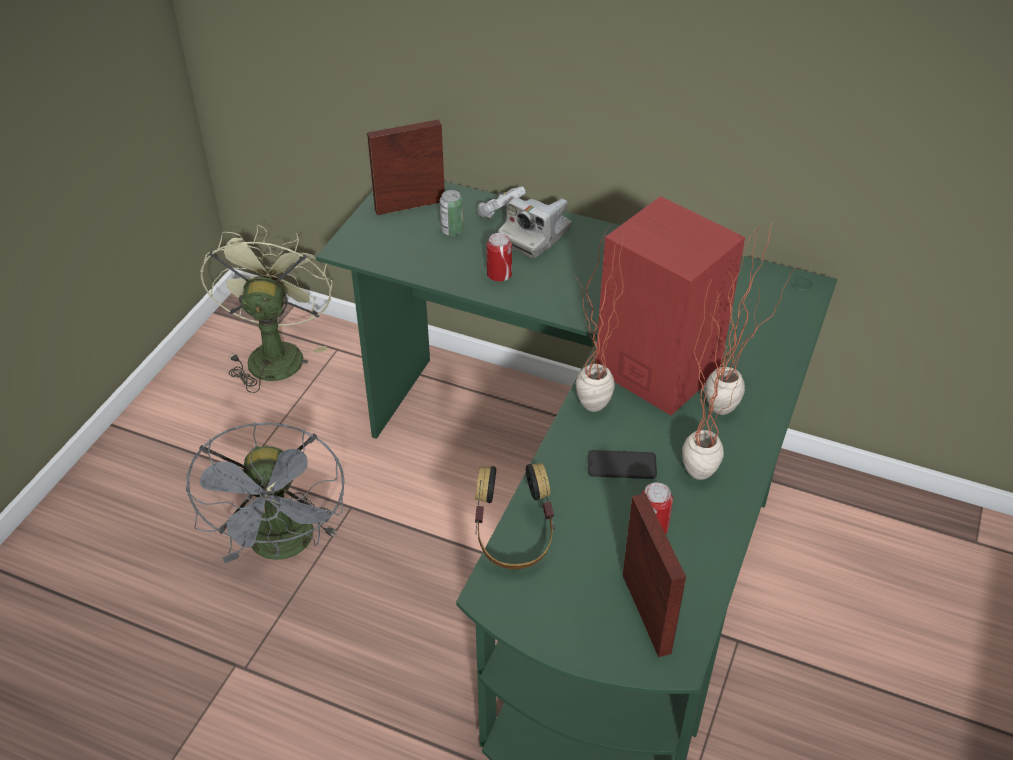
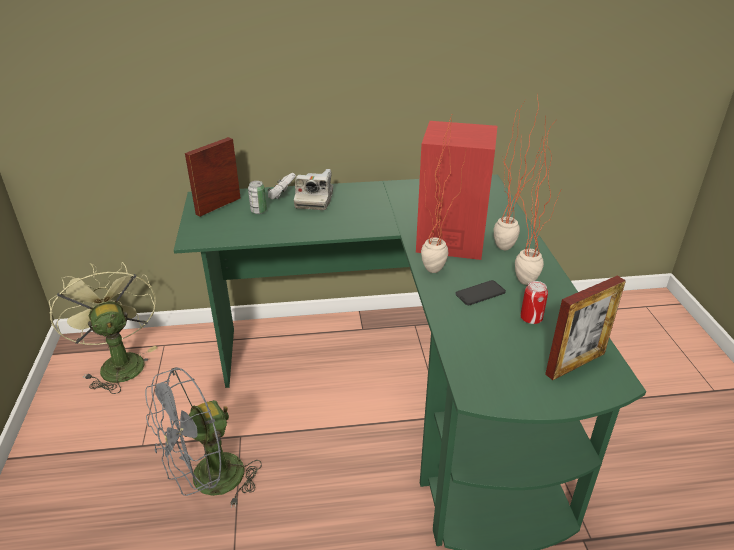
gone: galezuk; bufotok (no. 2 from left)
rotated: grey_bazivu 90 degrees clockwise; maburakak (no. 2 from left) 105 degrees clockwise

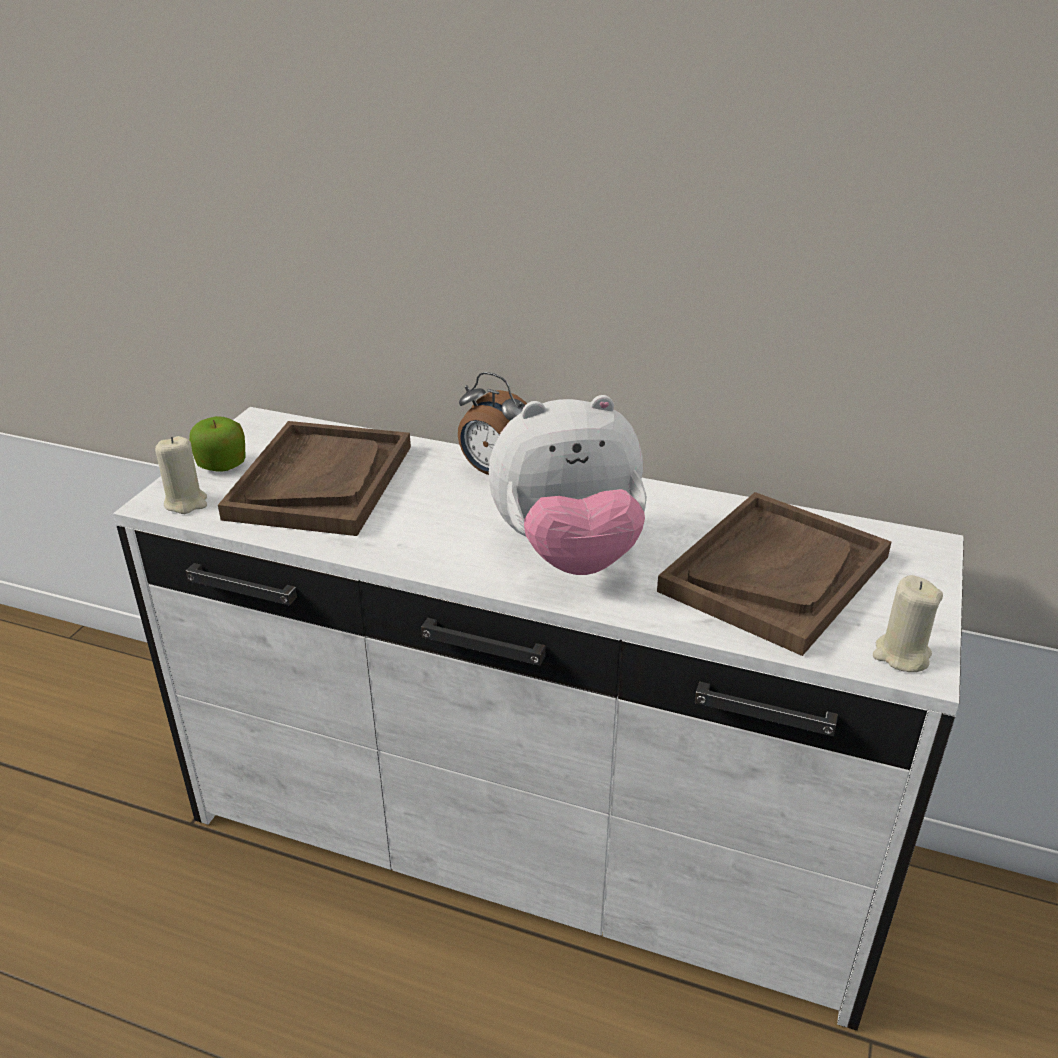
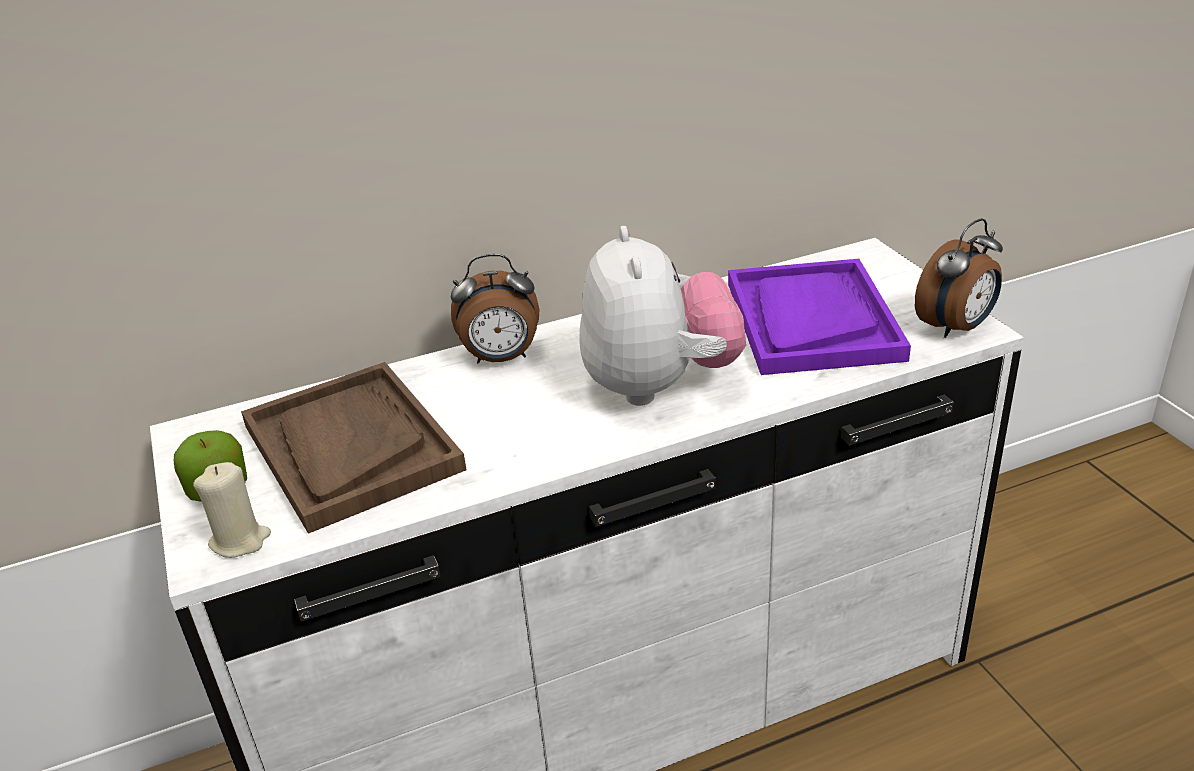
swapped: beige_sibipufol (no. 2 from left) to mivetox (no. 2 from left)
repainted: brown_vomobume (no. 2 from left) to purple_vomobume
rotated: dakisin 45 degrees counterclockwise

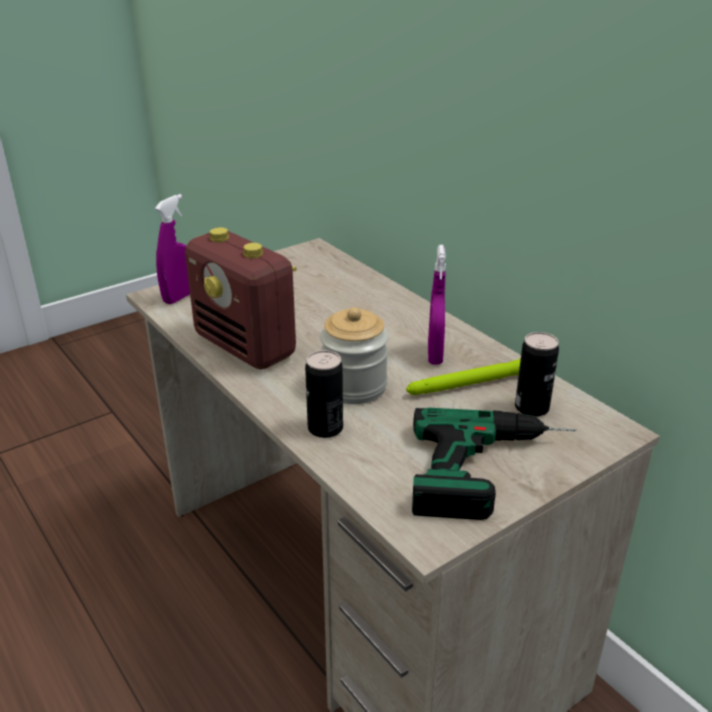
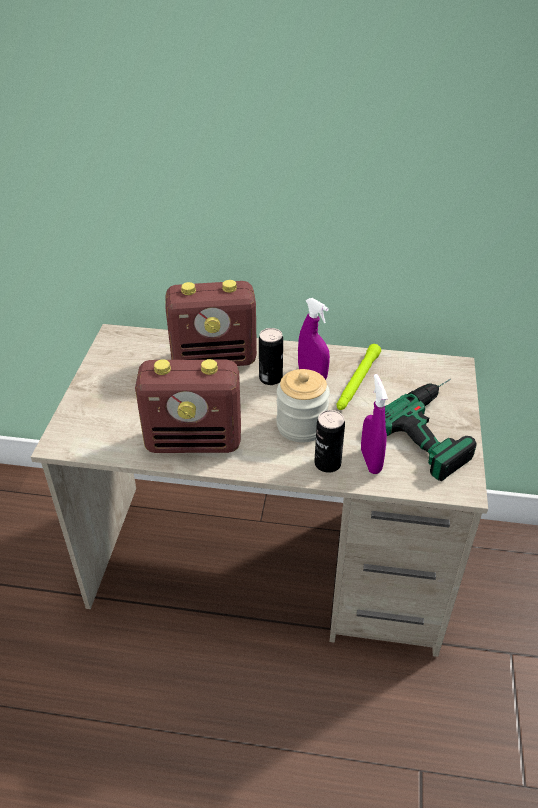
new: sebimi (no. 2 from left)
shifted: bufotok (no. 2 from left in the first image) to bufotok (no. 1 from left); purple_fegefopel (no. 1 from left in the first image) to purple_fegefopel (no. 2 from left)

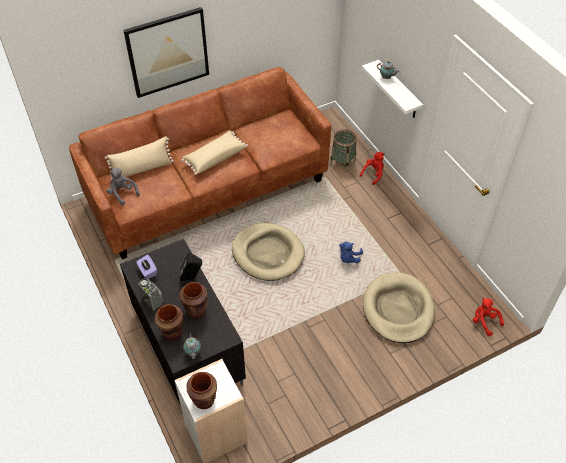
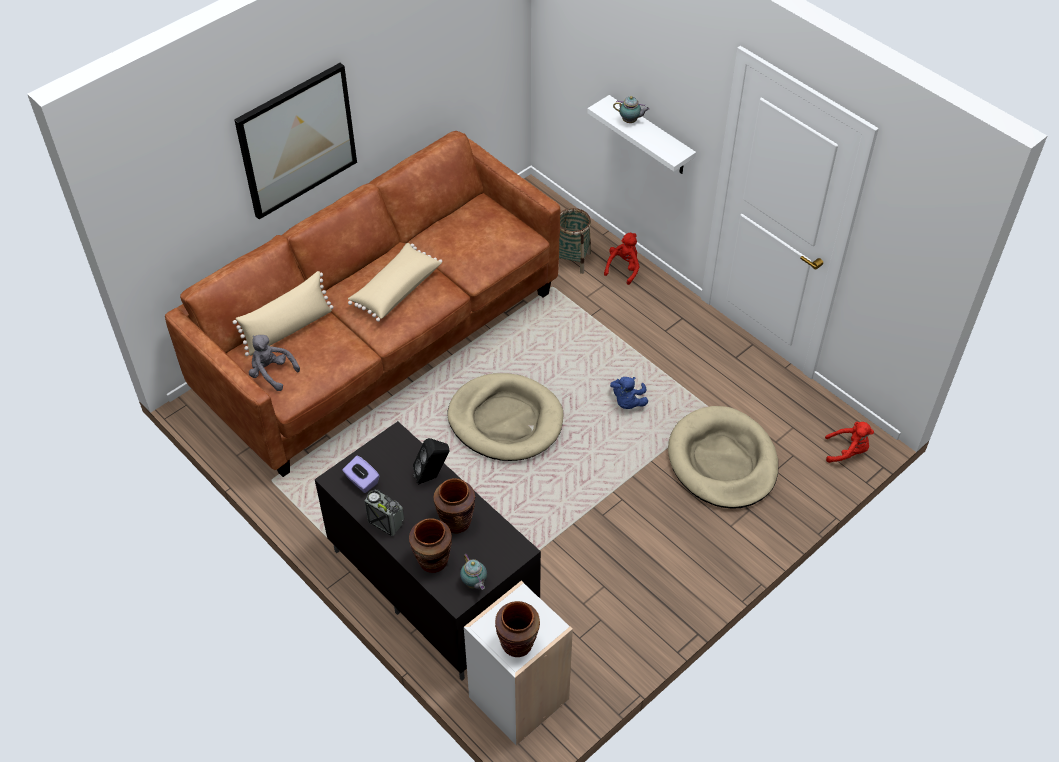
rotated: red_dakisin (no. 2 from left) 150 degrees clockwise

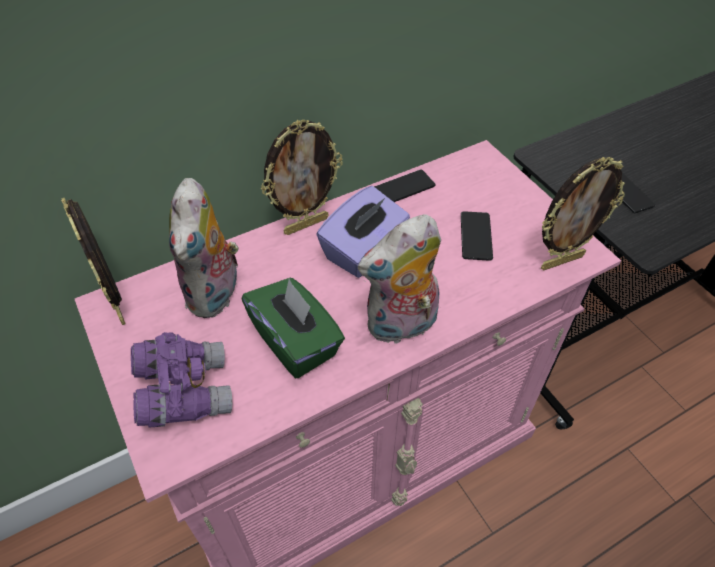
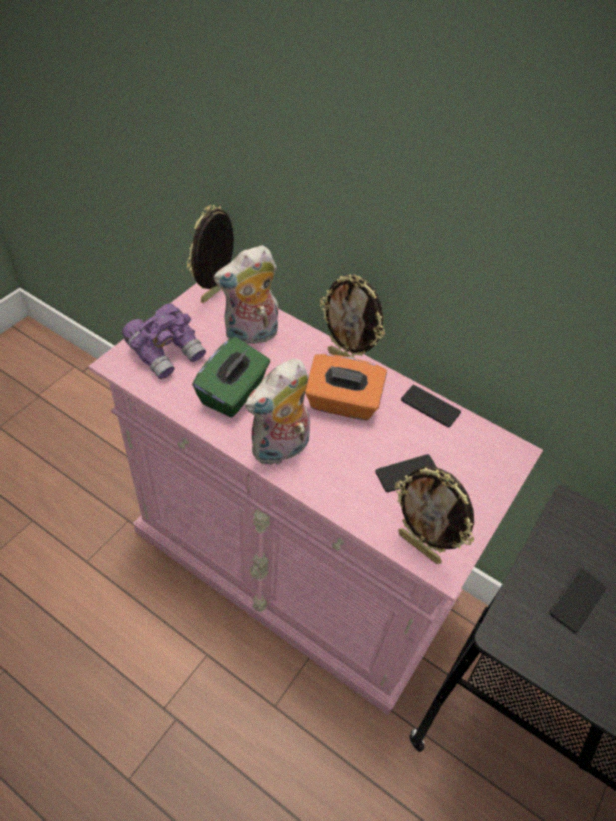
repainted: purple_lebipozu to orange_lebipozu
rotated: dakisin (no. 2 from left) 75 degrees counterclockwise

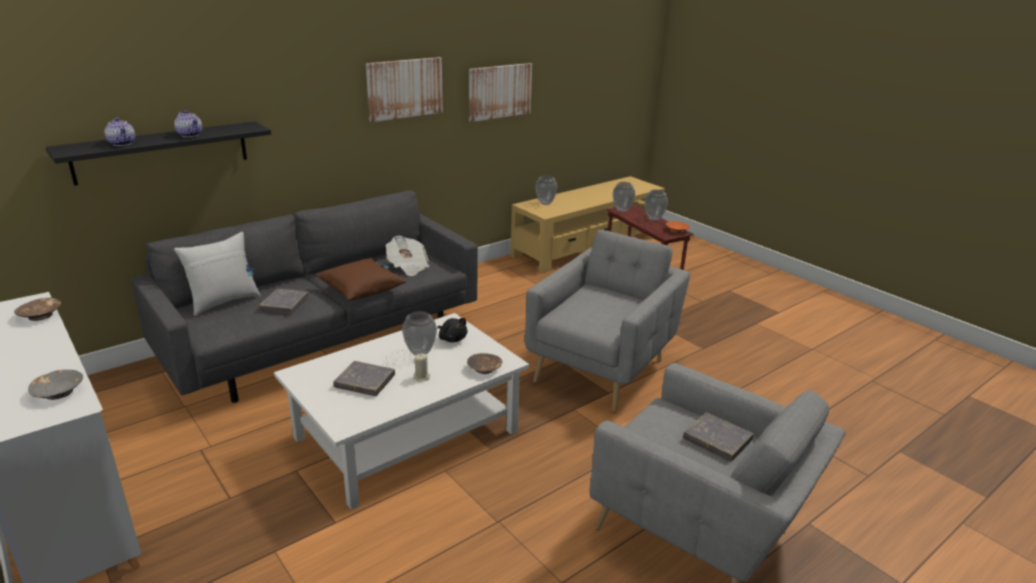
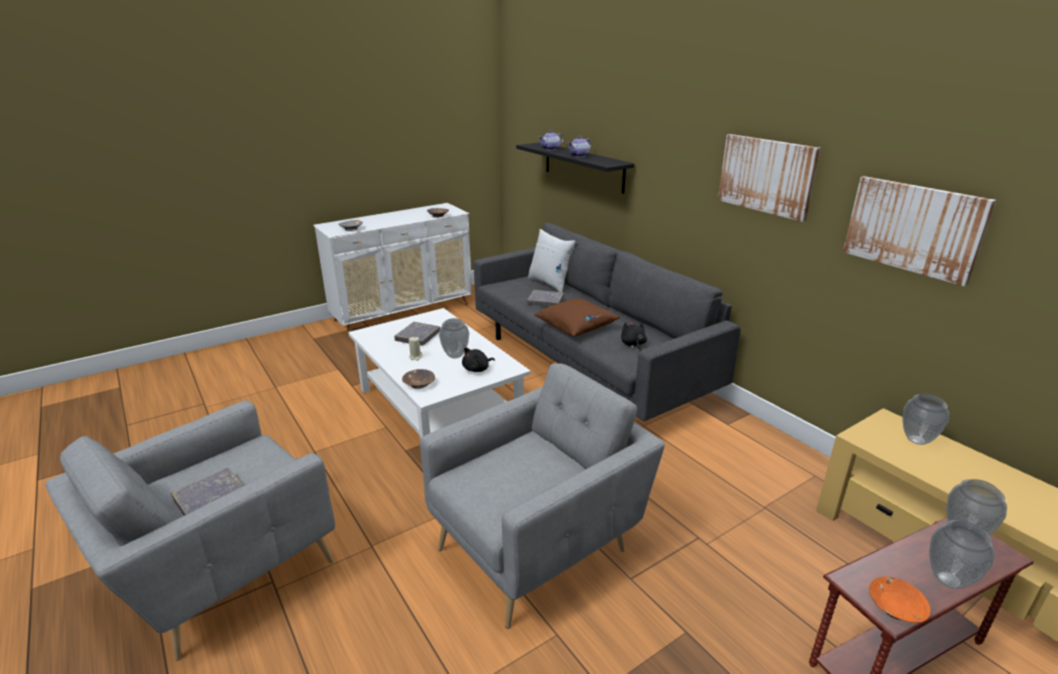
swapped: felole to black_dakisin (no. 2 from left)
rotated: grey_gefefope (no. 1 from left in the first image) 75 degrees counterclockwise

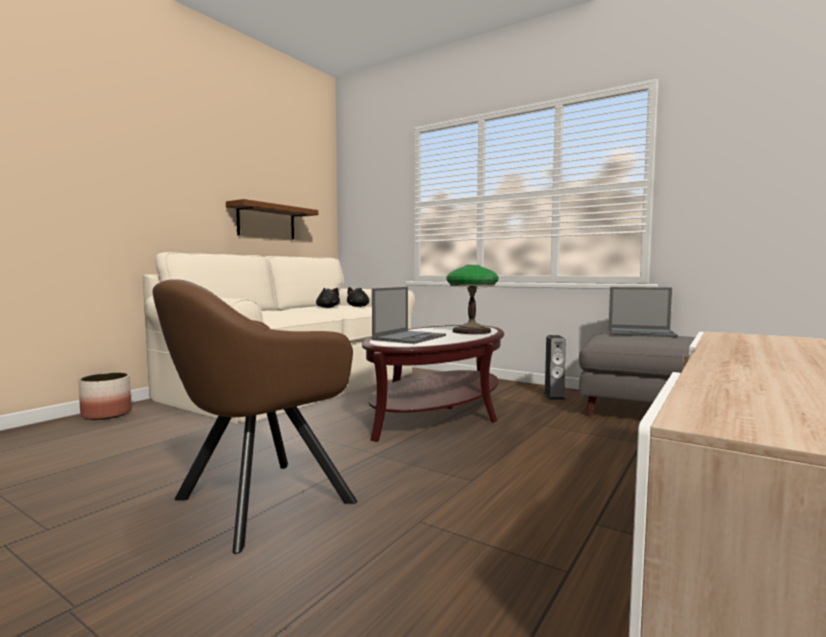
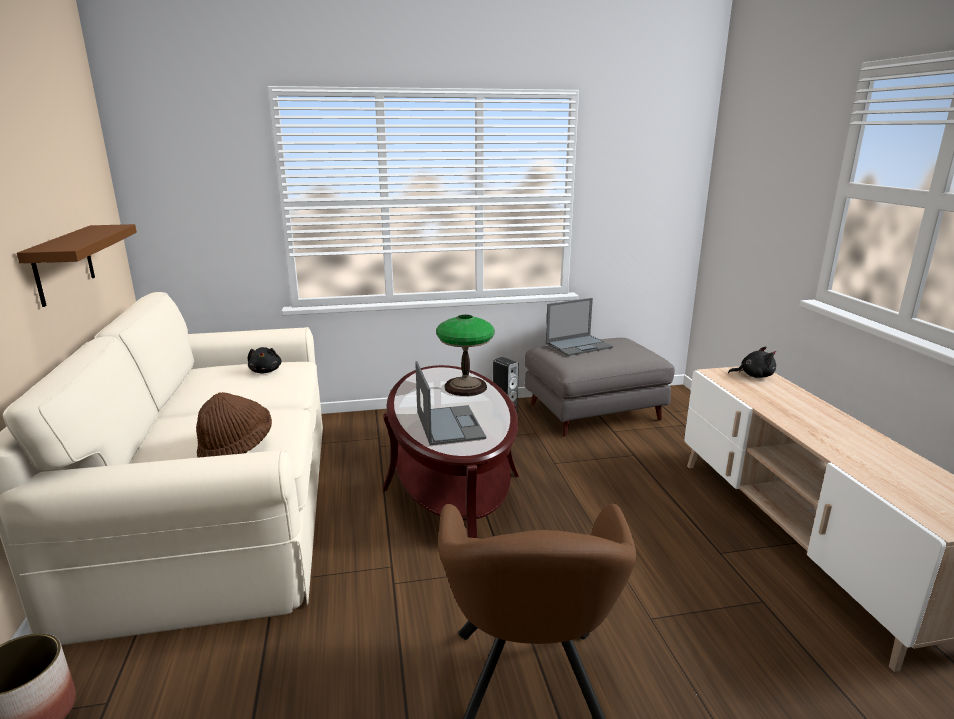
new: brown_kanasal
shifted: black_dakisin (no. 1 from left in the first image) to black_dakisin (no. 2 from left)

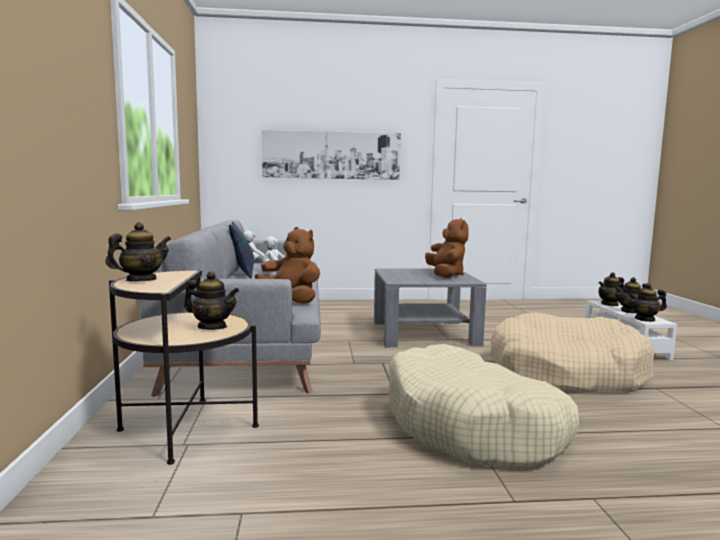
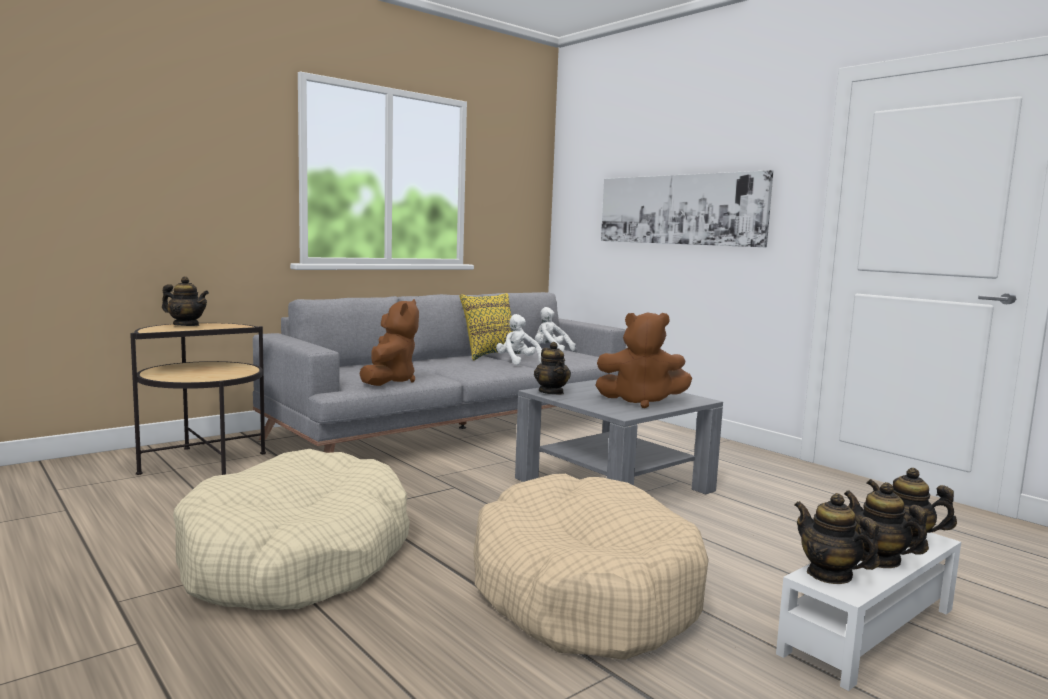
shifted: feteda (no. 2 from left)
repainted: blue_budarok to yellow_budarok
rotated: brown_dakisin (no. 2 from left) 45 degrees clockwise

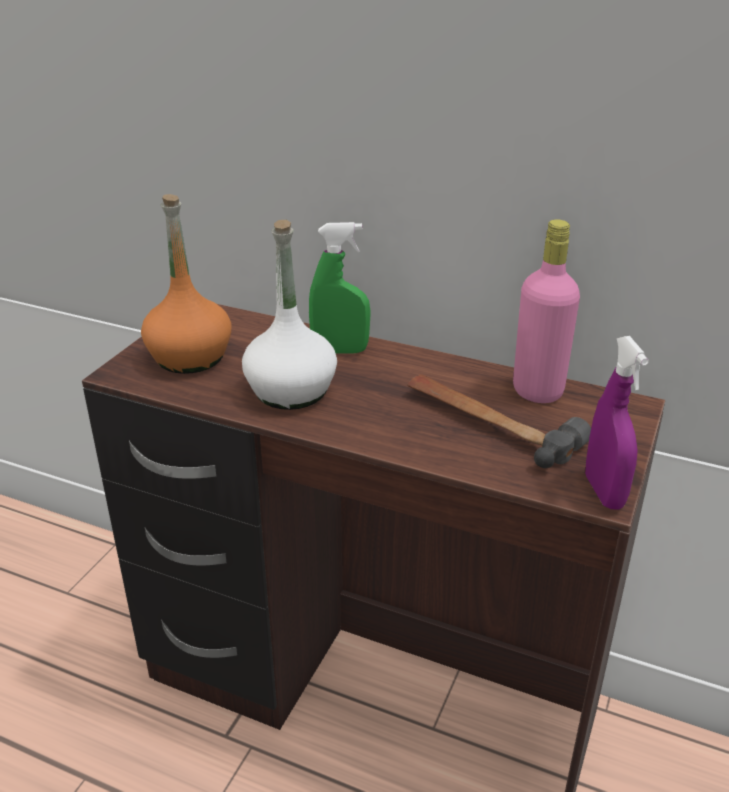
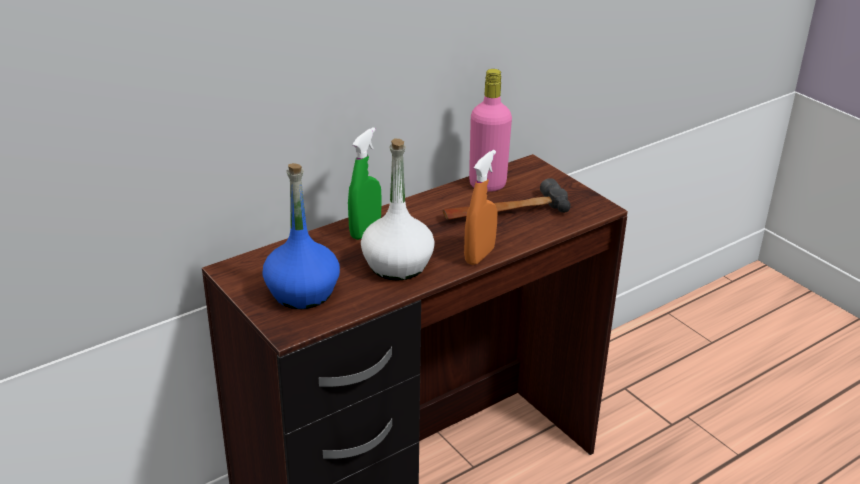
gone: purple_fegefopel
new: orange_fegefopel
repainted: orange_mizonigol to blue_mizonigol

